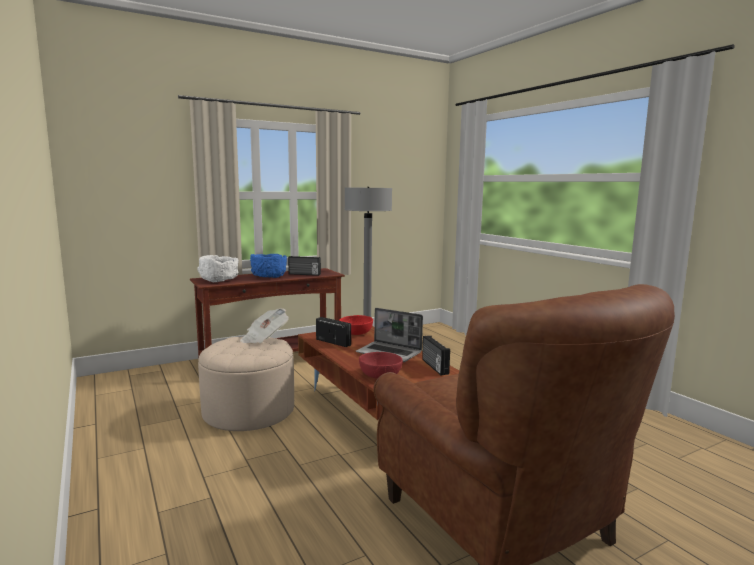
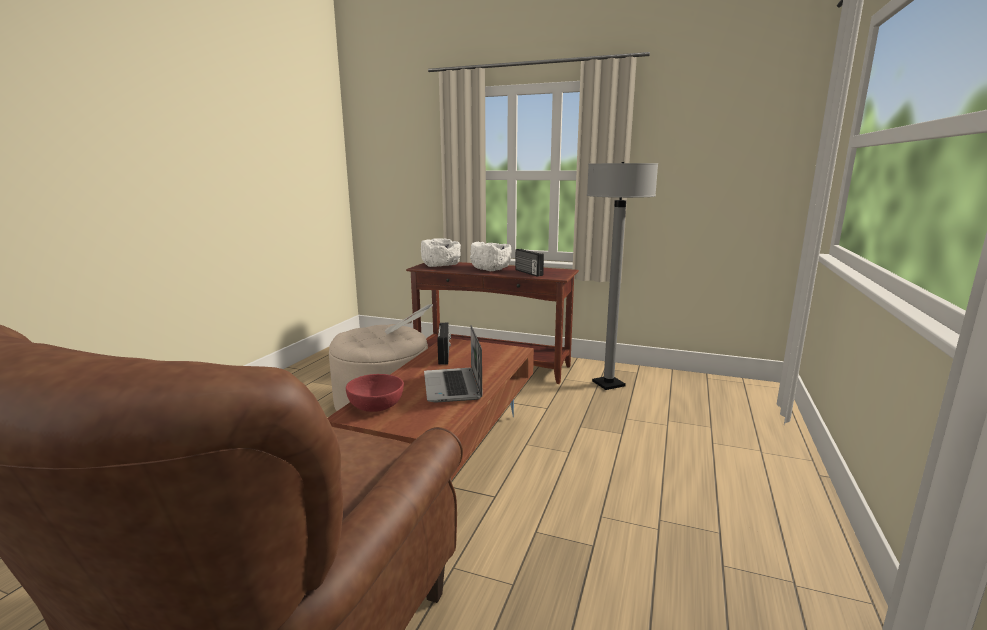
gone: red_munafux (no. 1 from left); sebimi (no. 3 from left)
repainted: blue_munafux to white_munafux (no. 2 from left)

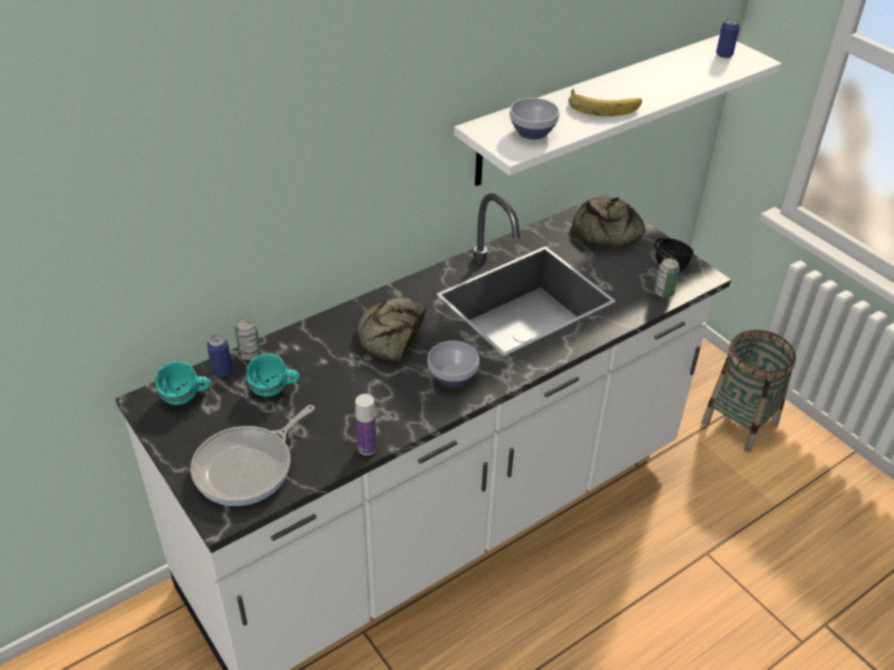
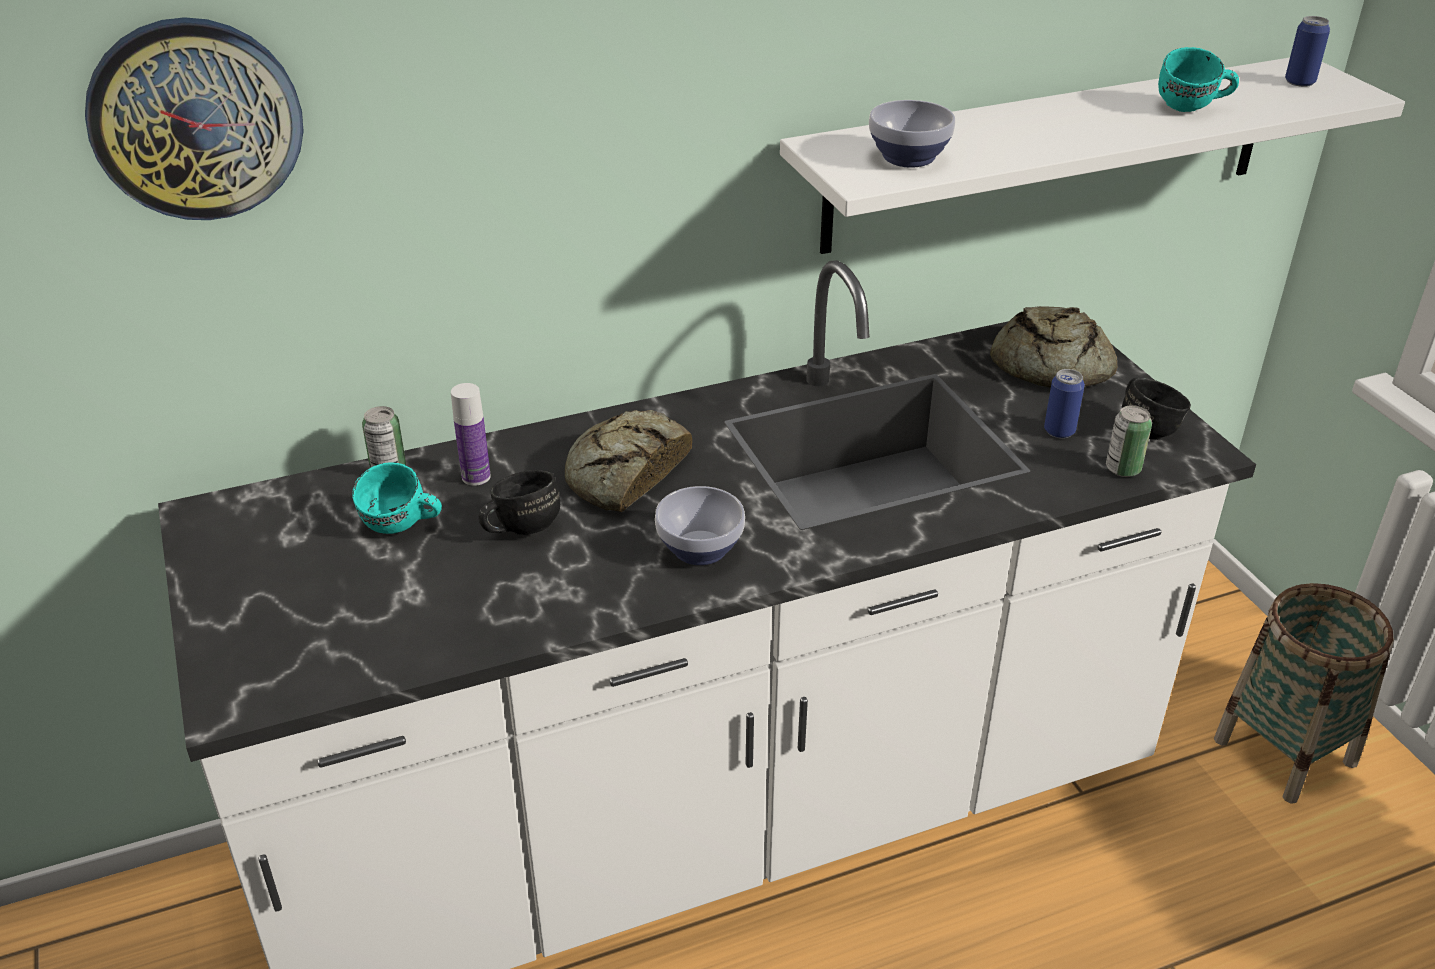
gone: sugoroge; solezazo
new: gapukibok; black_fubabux (no. 1 from left)
shifted: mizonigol; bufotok (no. 1 from left in the first image) to bufotok (no. 2 from left); turquoise_fubabux (no. 1 from left in the first image) to turquoise_fubabux (no. 2 from left)

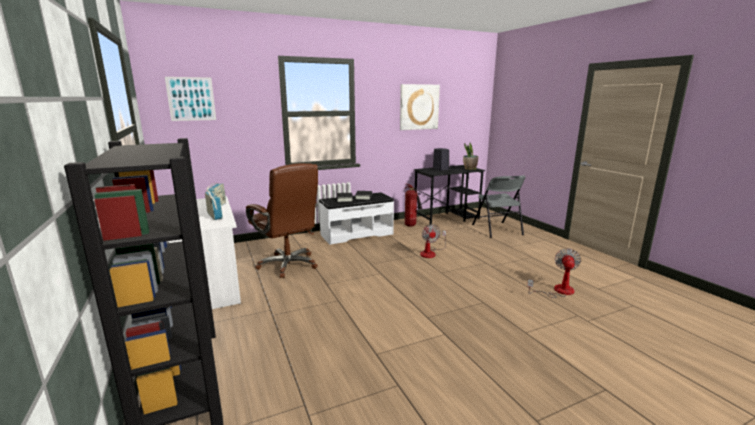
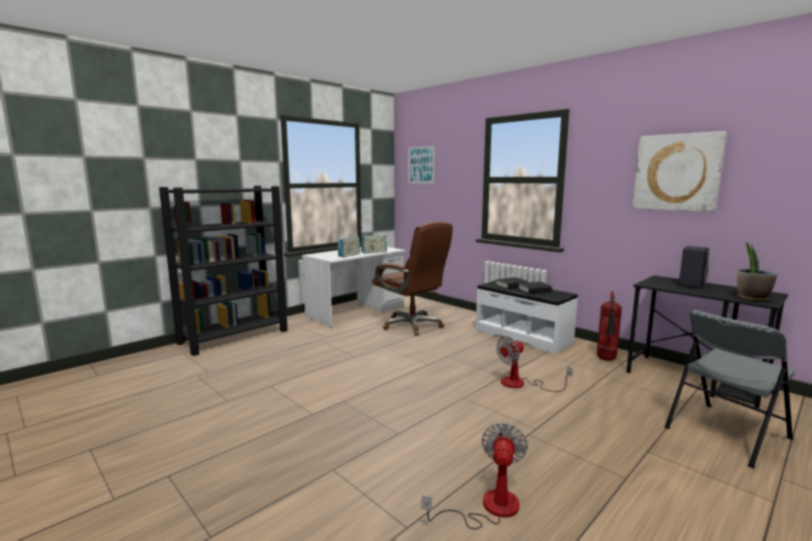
rotated: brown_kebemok 75 degrees counterclockwise; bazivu (no. 2 from left in the first image) 75 degrees counterclockwise

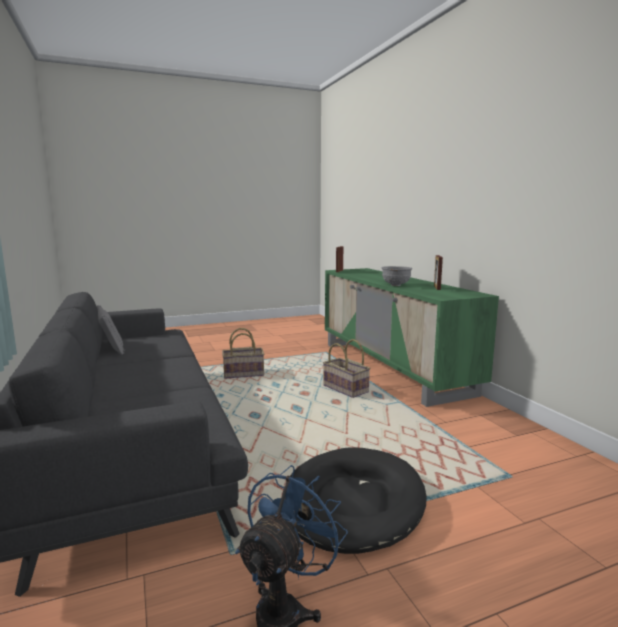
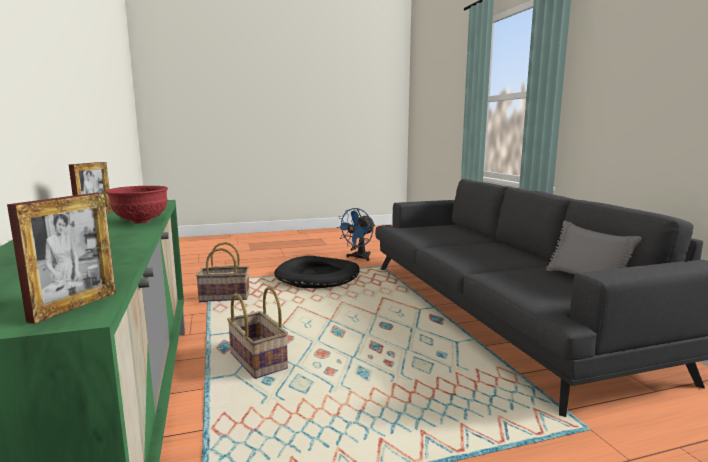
shifted: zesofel (no. 1 from left)
repainted: grey_munafux to red_munafux

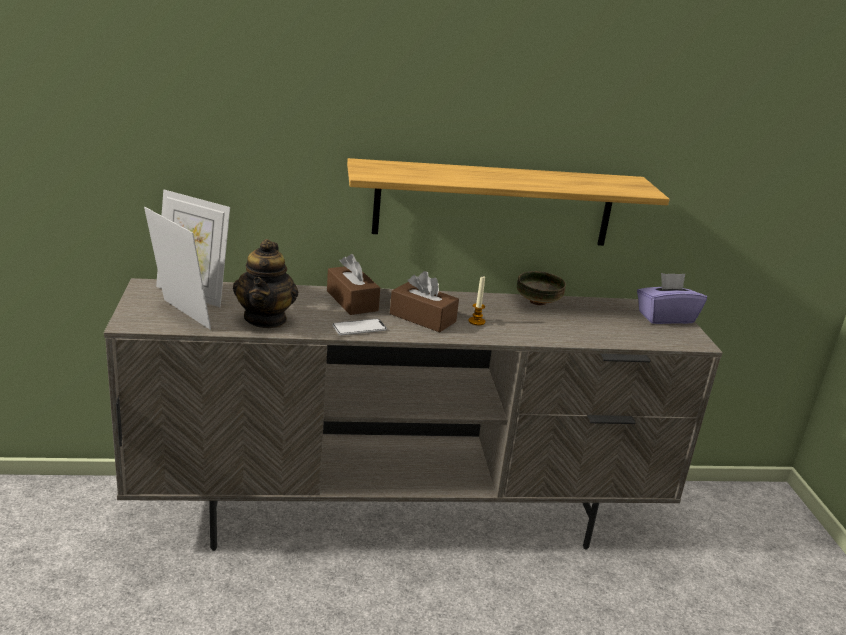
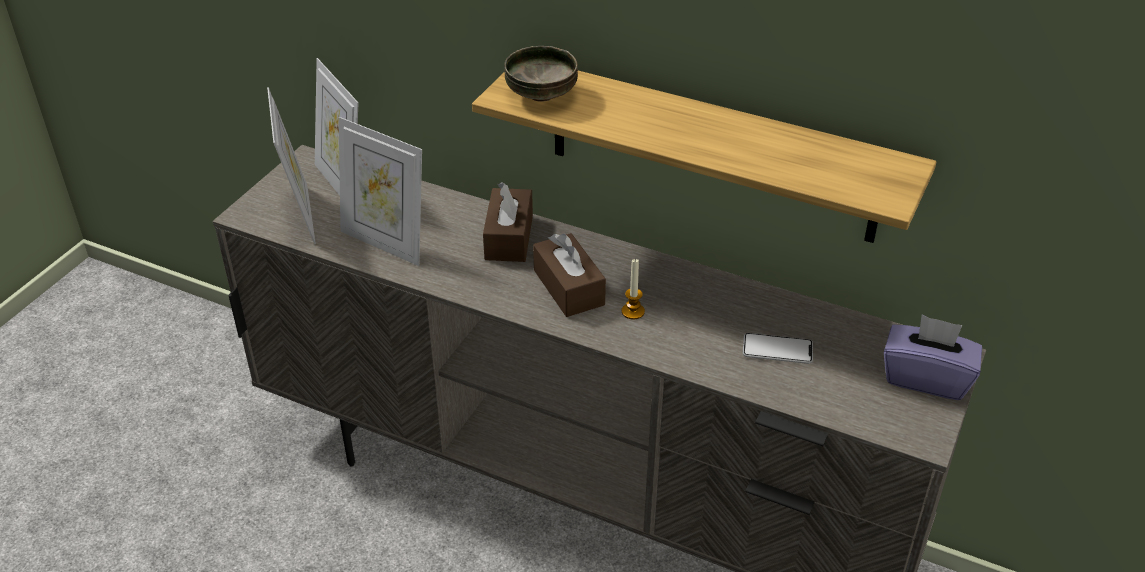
shifted: munafux; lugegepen
swapped: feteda to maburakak (no. 3 from left)

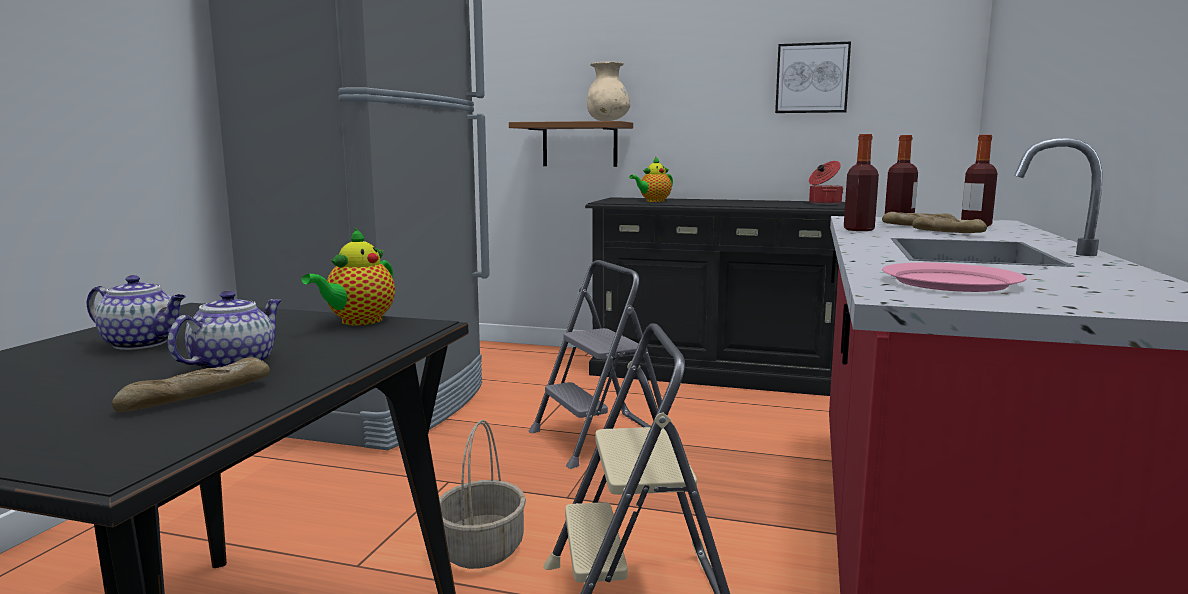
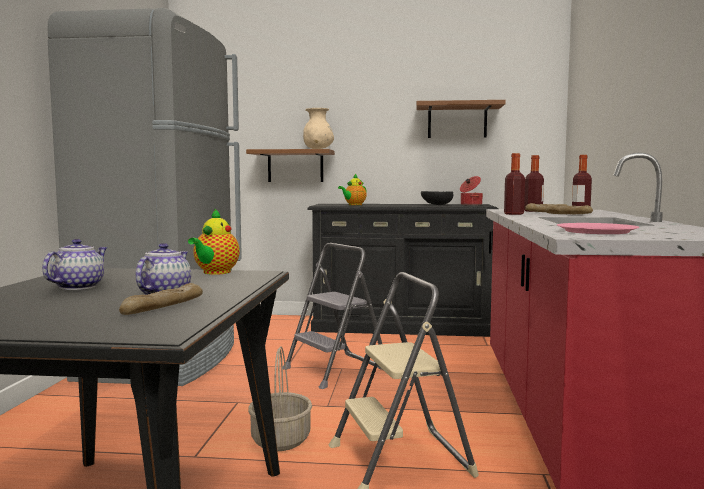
new: black_munafux
swapped: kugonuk to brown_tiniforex (no. 2 from left)
rotated: feteda (no. 1 from left) 75 degrees counterclockwise

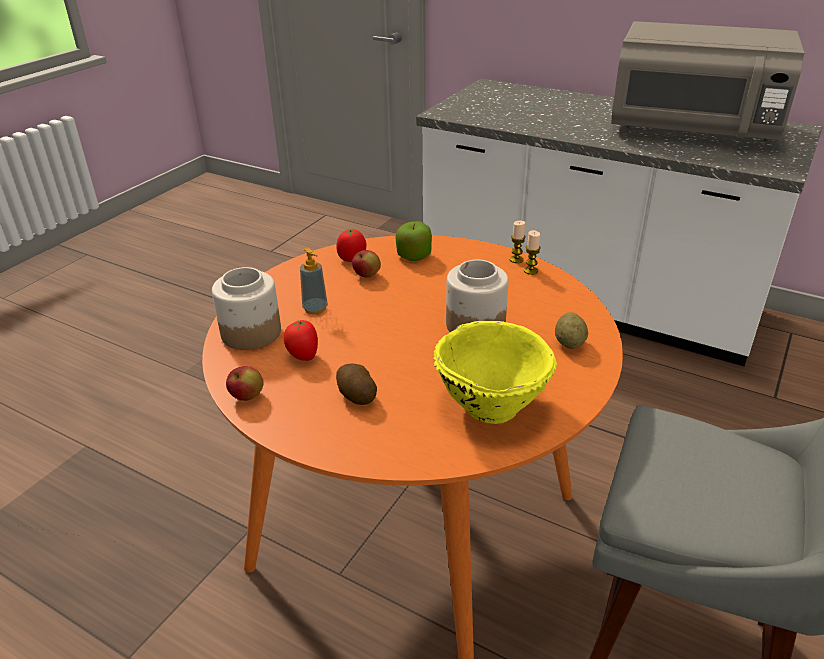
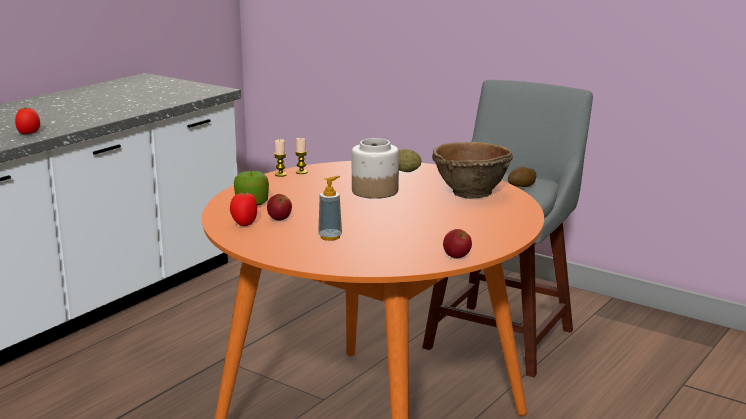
gone: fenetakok (no. 1 from left); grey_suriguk
shifted: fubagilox (no. 1 from left); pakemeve (no. 1 from left in the first image) to pakemeve (no. 2 from left)
repainted: yellow_munafux to brown_munafux

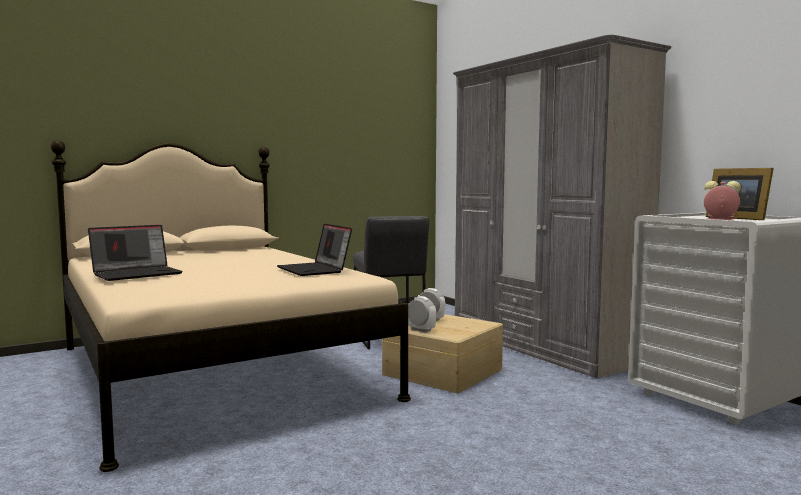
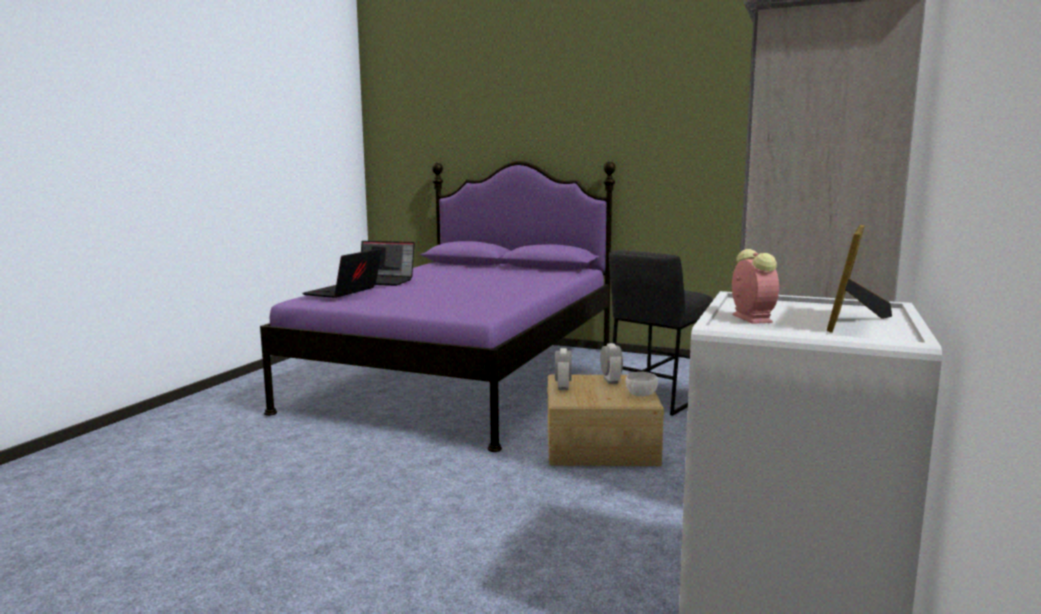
new: white_munafux
shifted: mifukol (no. 2 from left in the first image) to mifukol (no. 1 from left)
repainted: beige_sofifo to purple_sofifo

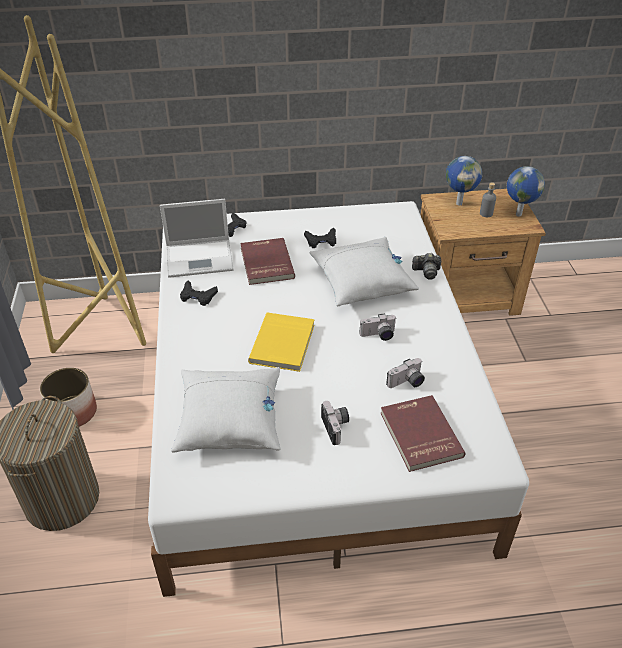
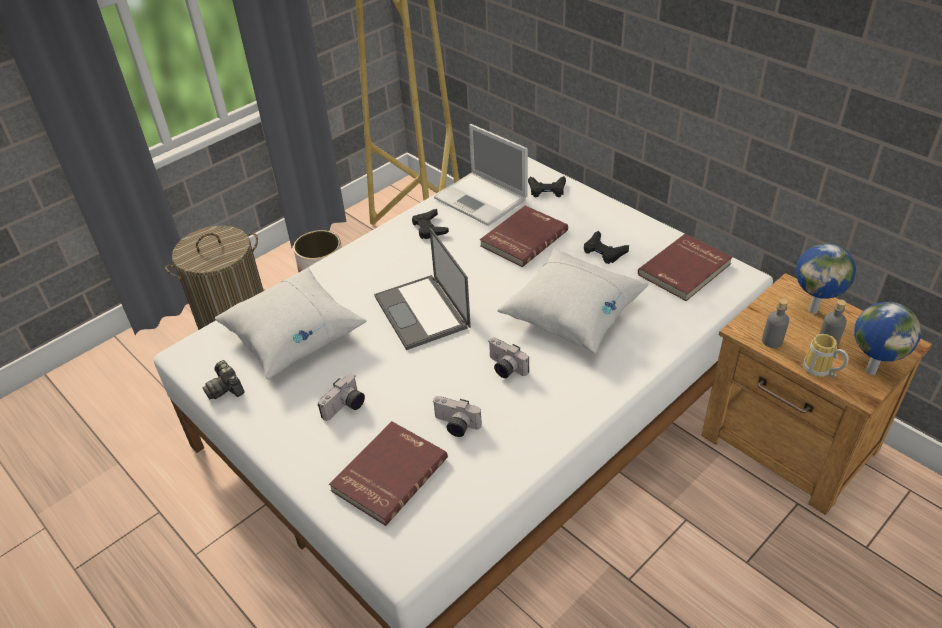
new: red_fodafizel (no. 3 from left); grey_mizonigol (no. 1 from left); fubabux
shifted: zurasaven (no. 4 from left in the first image) to zurasaven (no. 1 from left)
swapped: yellow_fodafizel to mifukol (no. 1 from left)

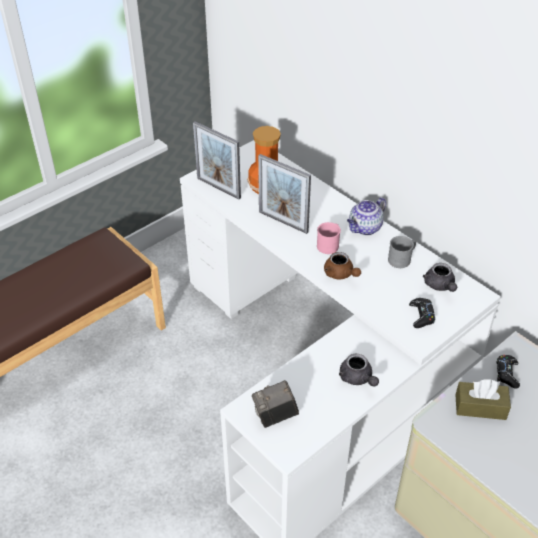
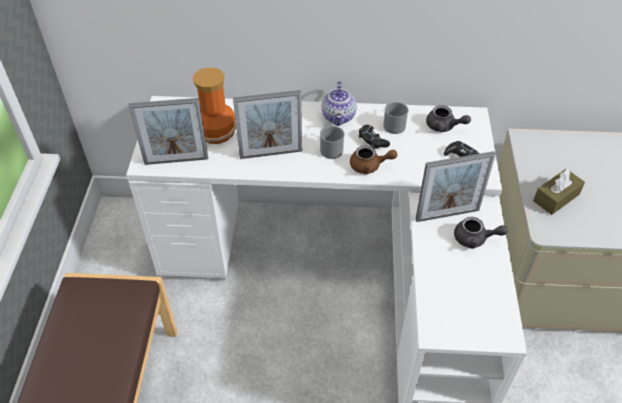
gone: zurasaven
new: maburakak (no. 3 from left)
shifted: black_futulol (no. 2 from left in the first image) to black_futulol (no. 1 from left)
repainted: pink_fubabux to grey_fubabux (no. 1 from left)

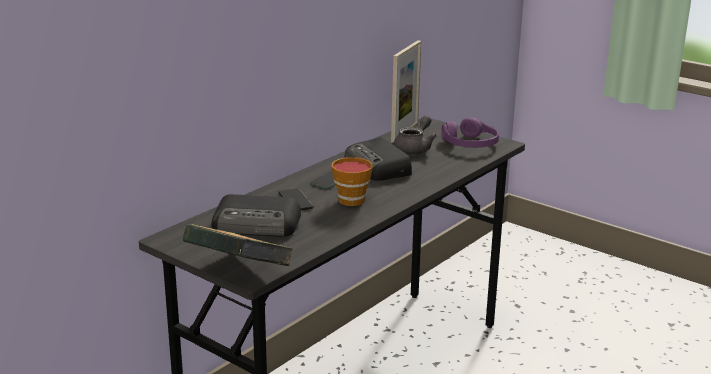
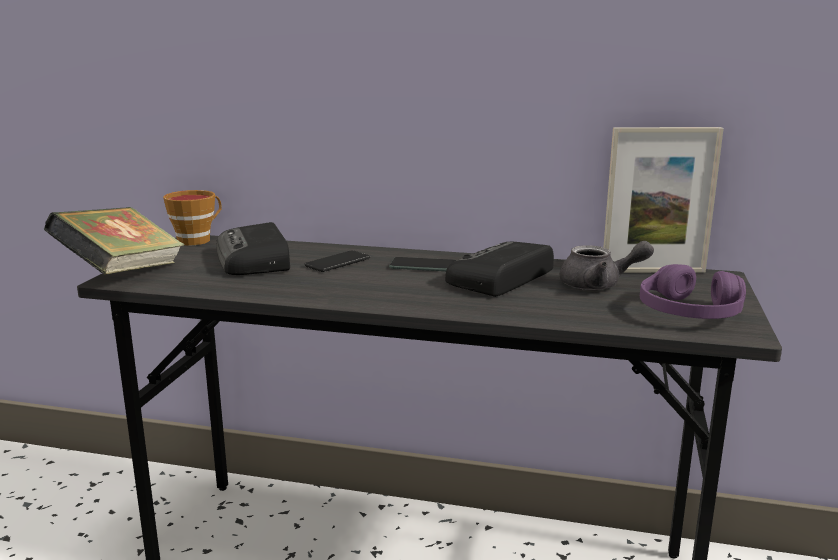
shifted: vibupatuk

